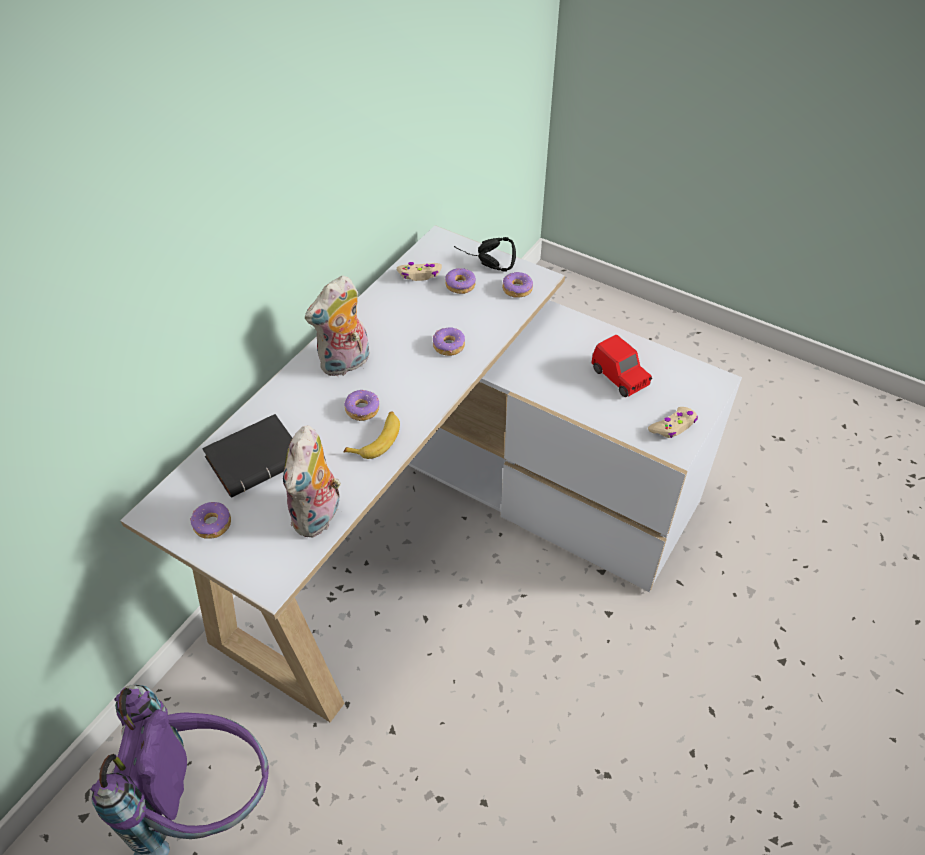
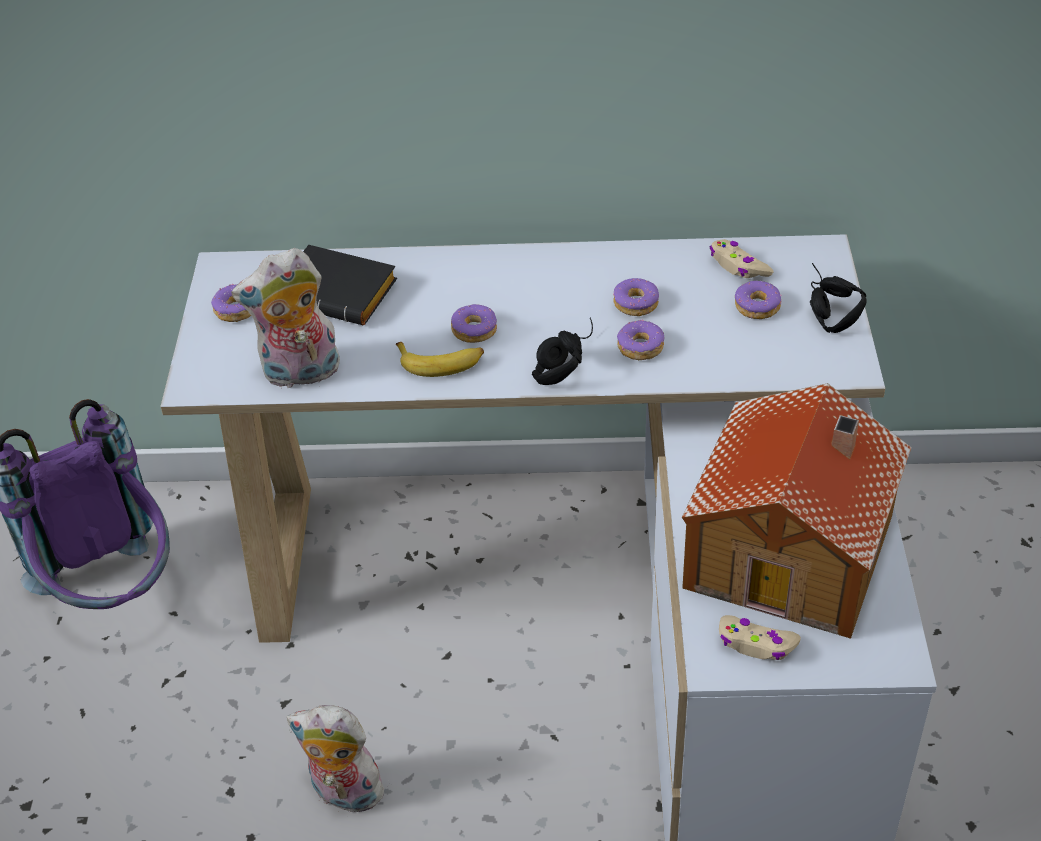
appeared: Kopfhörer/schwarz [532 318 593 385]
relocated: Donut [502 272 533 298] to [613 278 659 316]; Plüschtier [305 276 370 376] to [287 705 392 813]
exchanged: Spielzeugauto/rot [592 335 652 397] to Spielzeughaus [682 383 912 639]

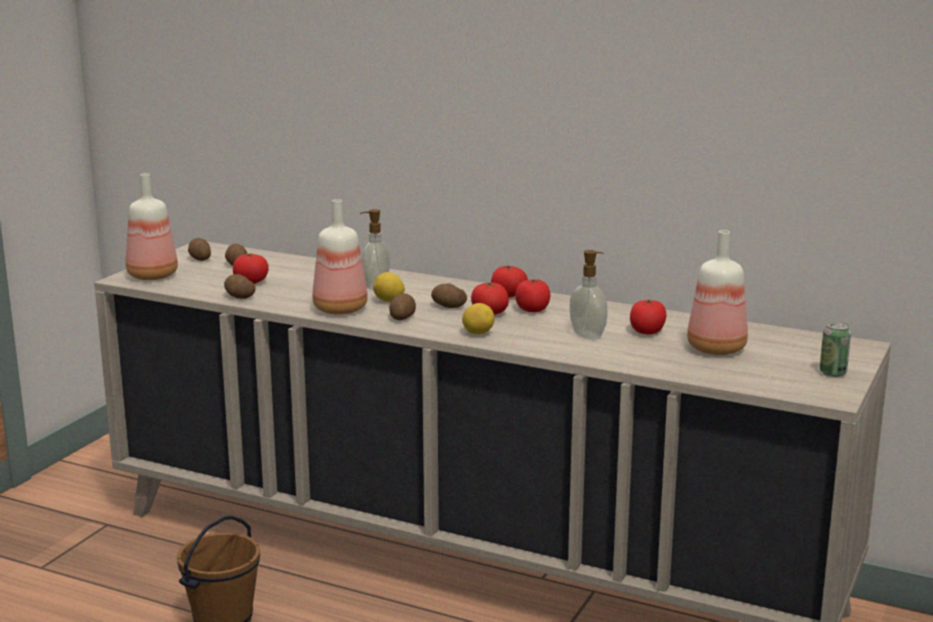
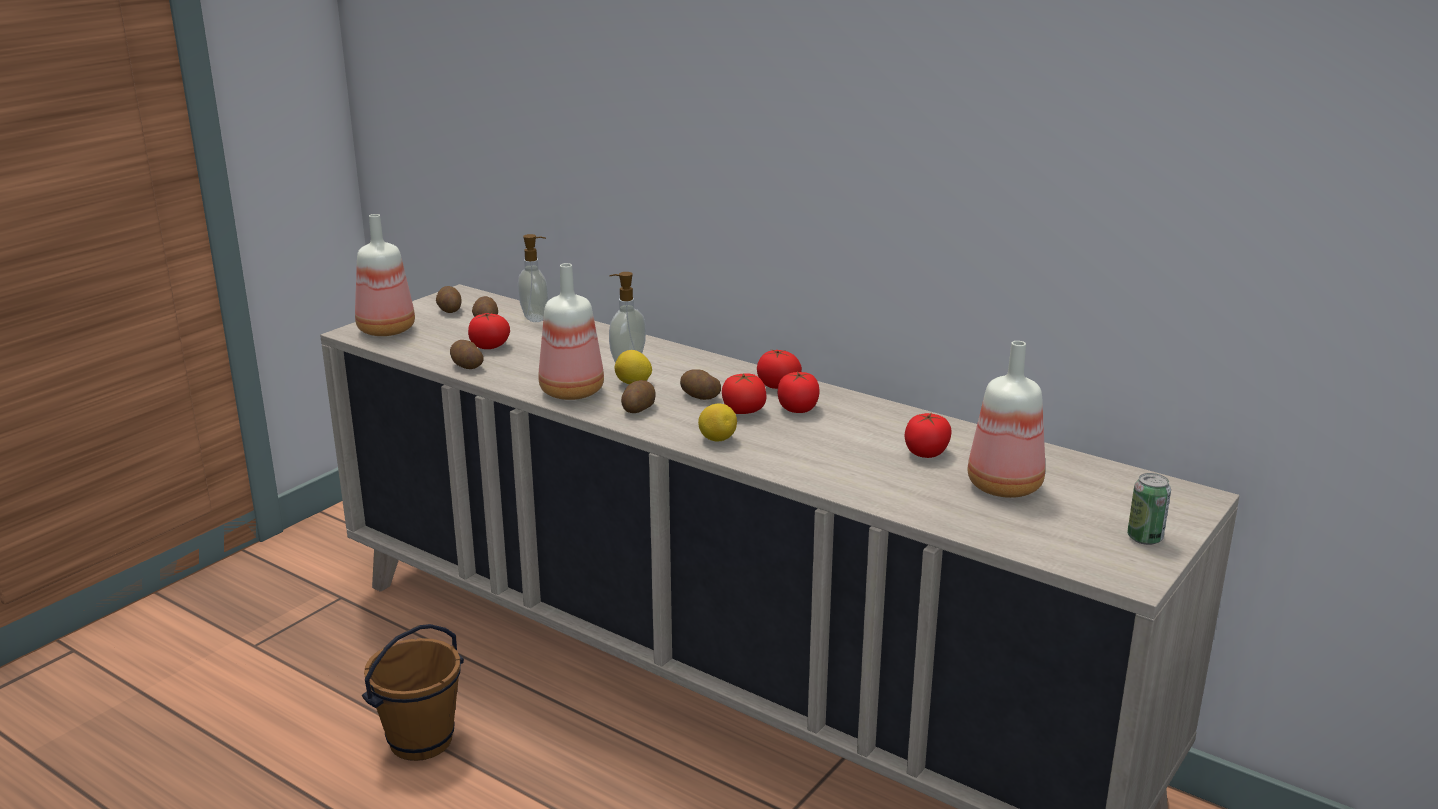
relocated: Seifenspender [569 250 607 339] to [518 234 548 322]

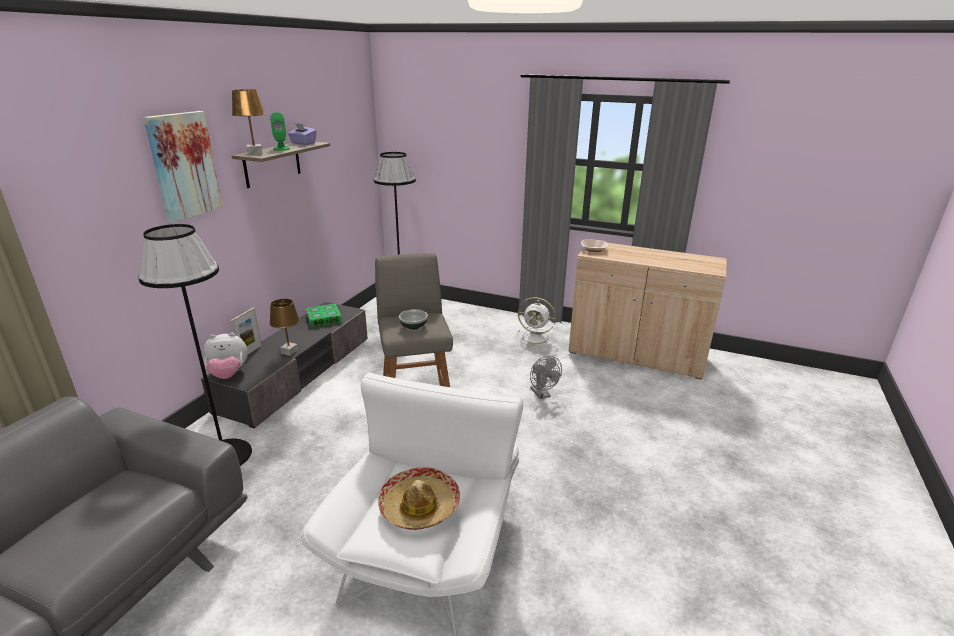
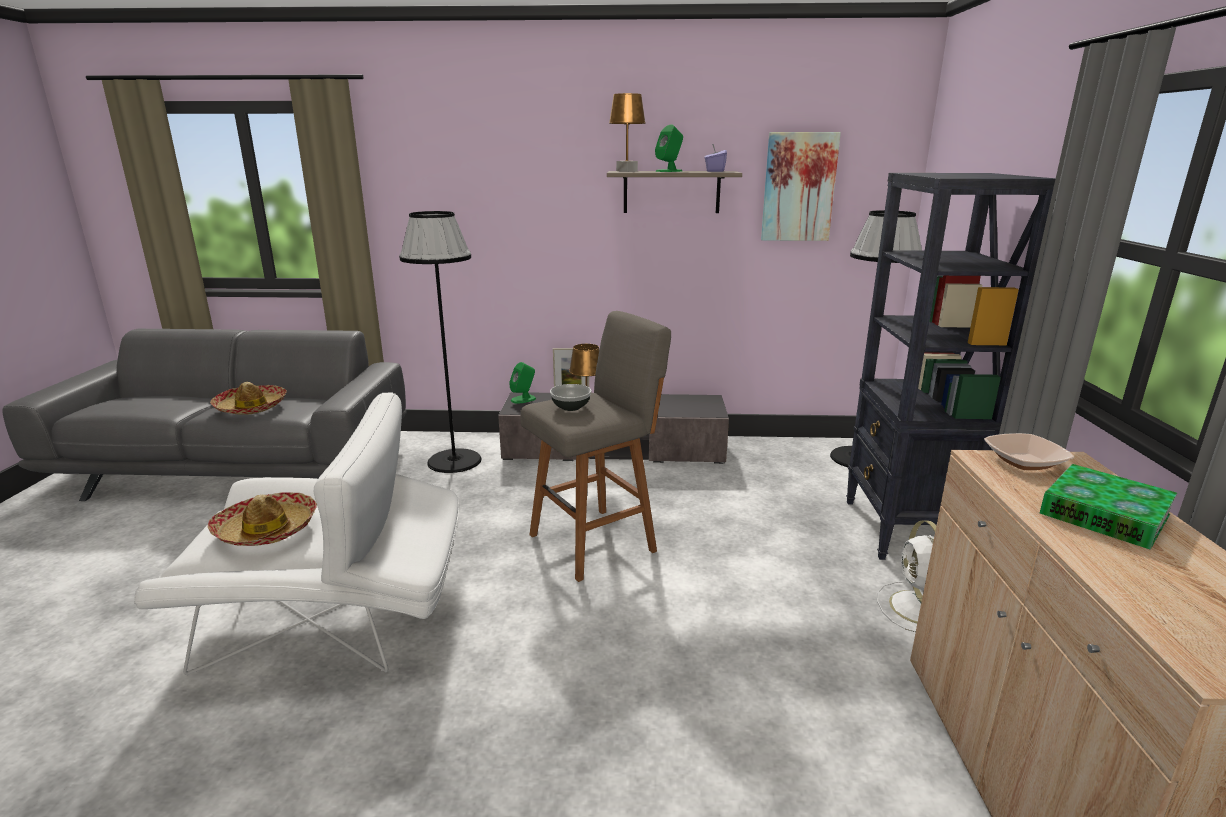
missing: Ventilator/grau [530 356 562 399]
appeared: Bücherregal/schwarz [846 173 1056 560]; Hut [210 382 287 415]
relocated: Bild [143 111 223 223] to [761 132 841 241]; Buch [306 303 342 328] to [1040 464 1177 550]
exchanged: Plüschtier [203 333 248 379] to Lautsprecher/grün [509 362 536 404]

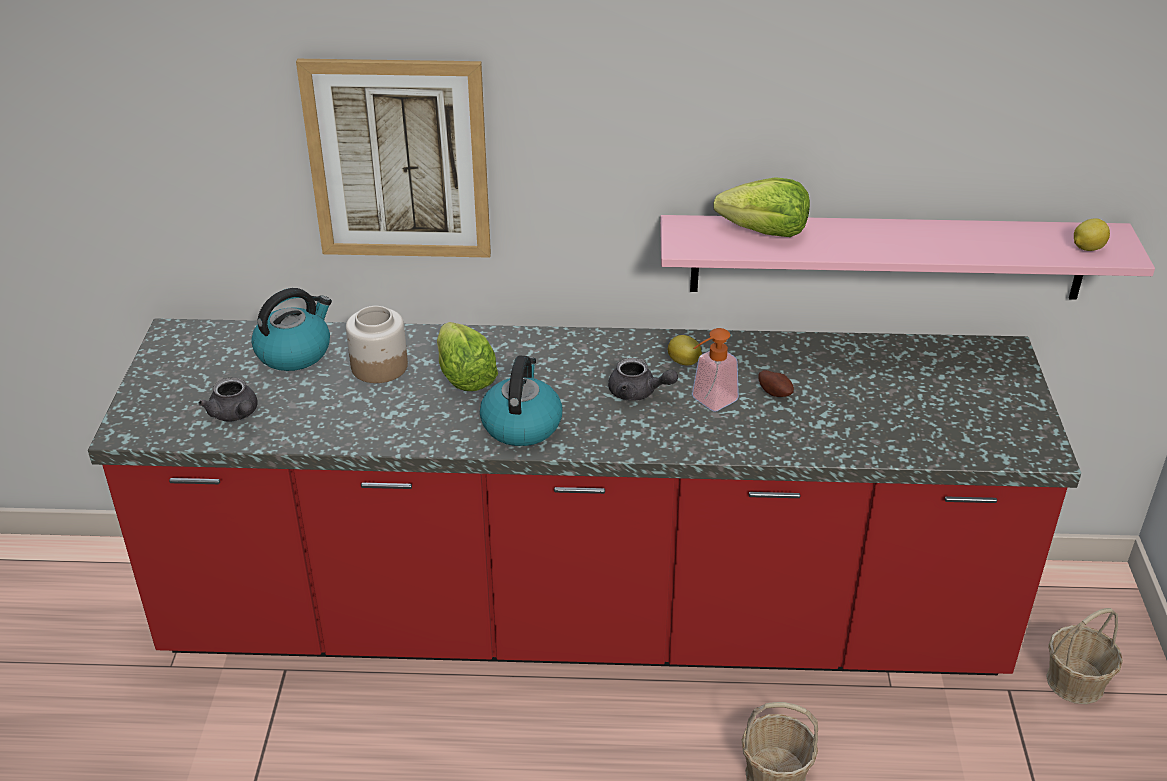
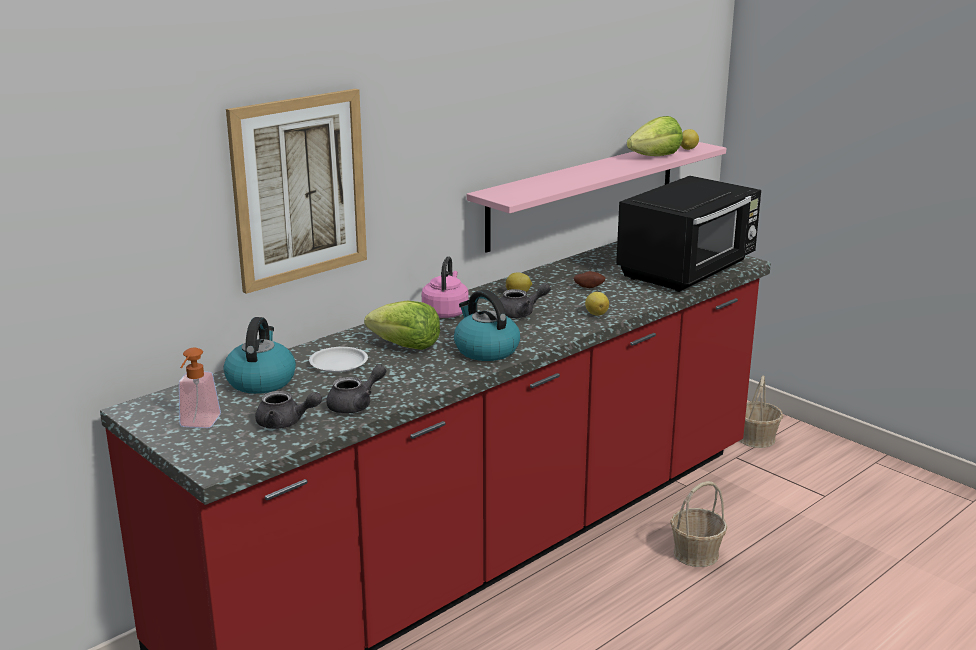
appeared: Mikrowelle/schwarz [616 176 761 292]; Wasserkessel/rosa [422 256 468 318]; Zitrone [585 292 609 316]; Teekanne/grau [326 364 387 414]
relocated: Salatkopf [714 177 810 237] to [627 116 683 156]; Seifenspender [692 328 739 412] to [179 348 221 428]
exchanged: Vorratsglas [346 306 408 383] to Teller/weiß [309 347 368 372]

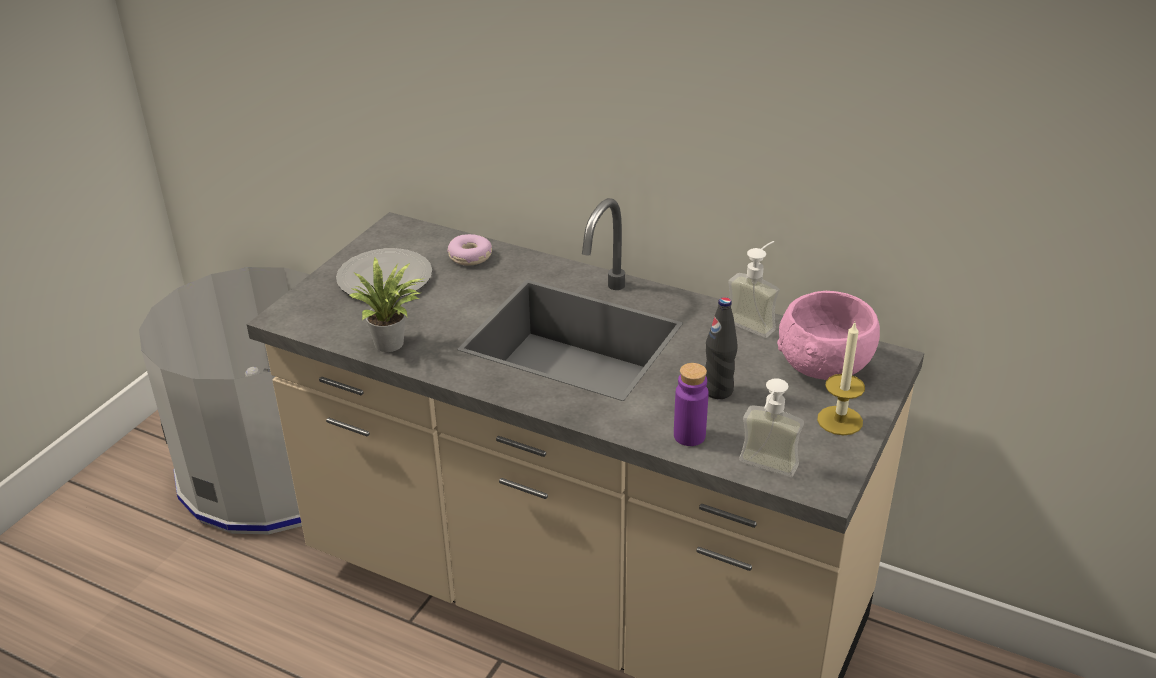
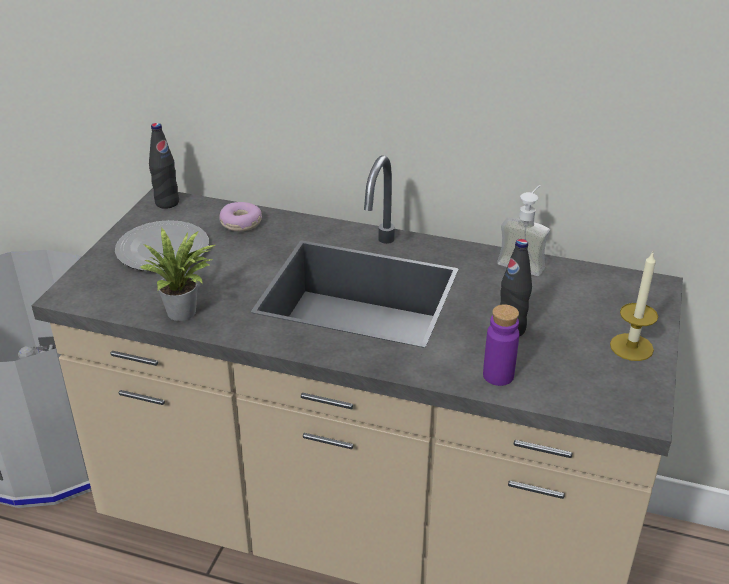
missing: Schüssel/rosa [777 291 880 380]; Seifenspender [739 378 804 477]
appeared: Flasche/schwarz [149 123 179 209]

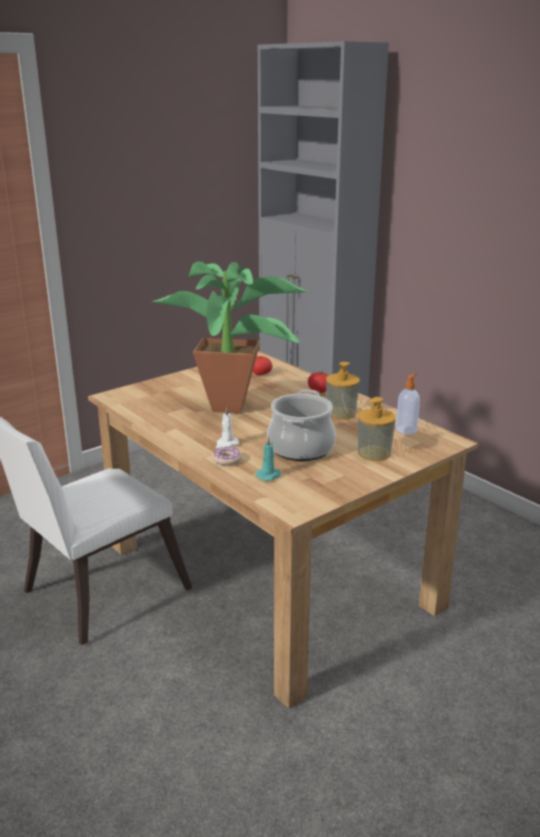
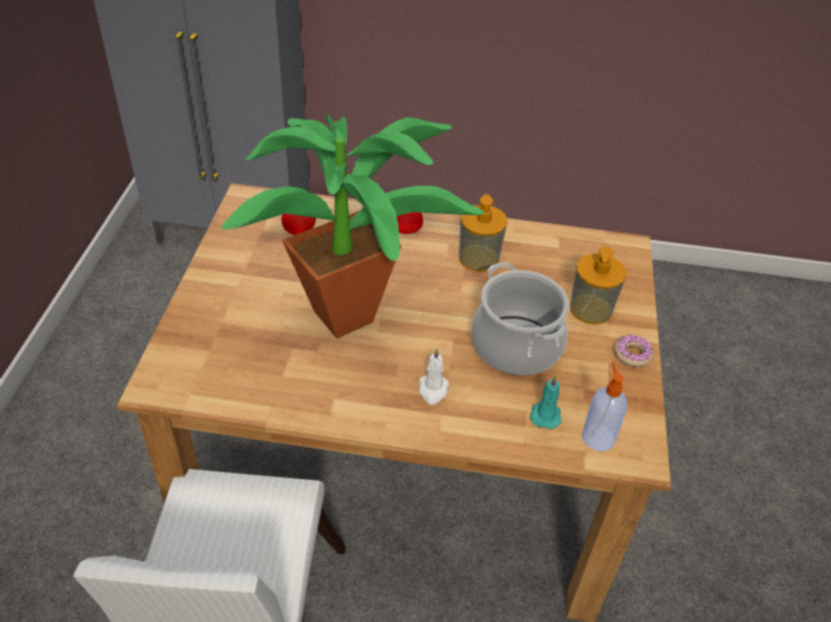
relocated: Seifenspender [396 373 420 434] to [582 362 627 451]; Donut [213 447 242 466] to [614 335 653 367]

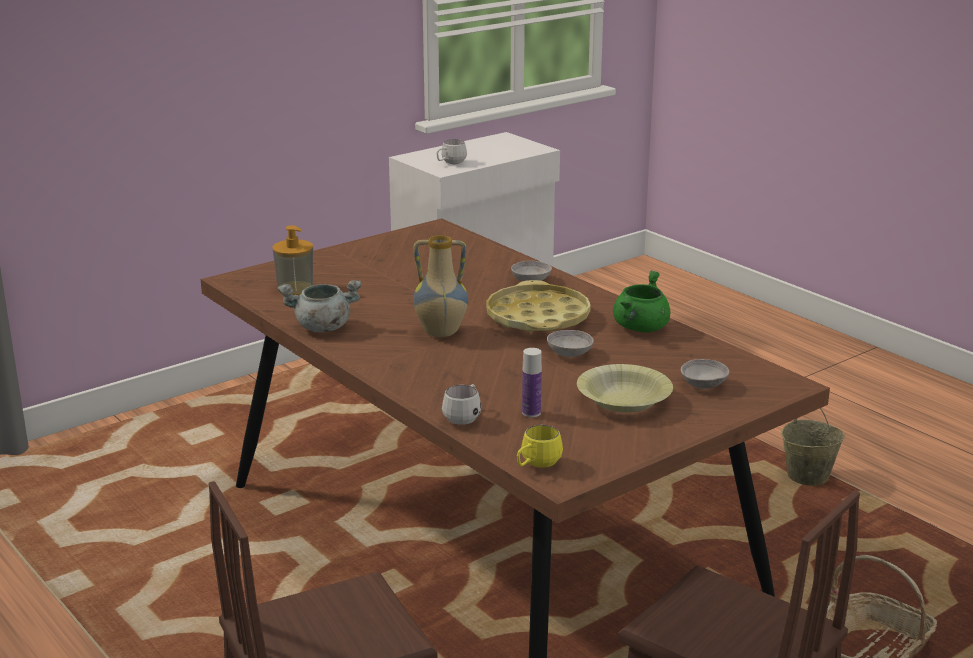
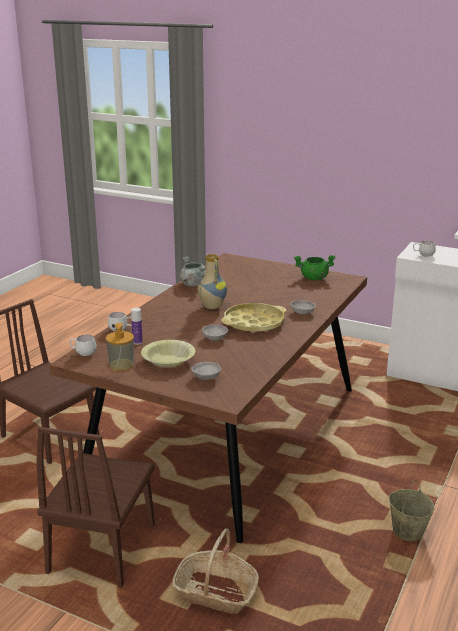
relocated: Seifenspender [272 225 313 295] to [106 323 134 371]; Kochtopf/grün [613 270 670 332] to [294 255 336 280]
colour: Henkelbecher/gelb [517 425 563 468] to Henkelbecher/weiß [69 335 97 356]

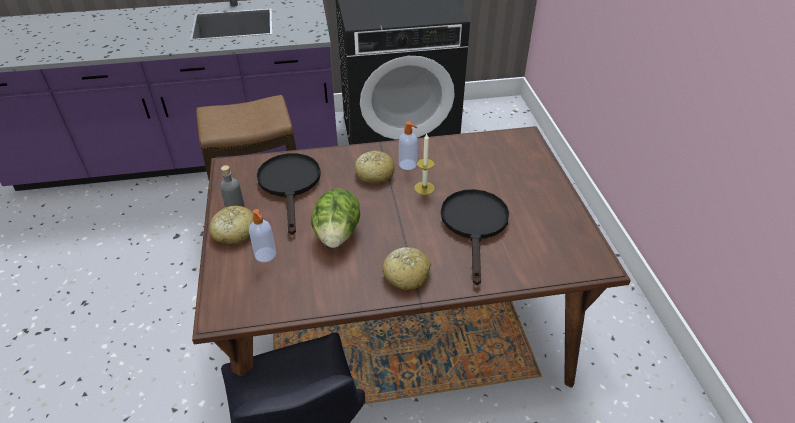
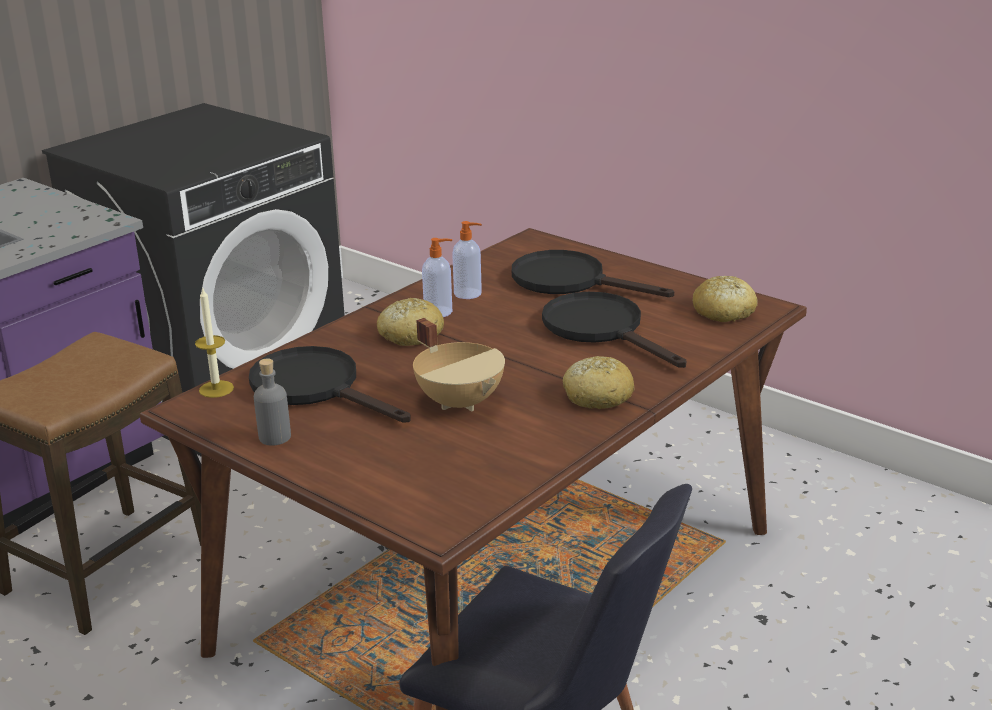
appeared: Pfanne/schwarz [512 250 674 297]
relocated: Kerze [414 134 435 195] to [195 289 234 398]; Brot [209 206 254 244] to [692 276 758 322]; Seifenspender [249 209 276 262] to [452 221 482 299]
exchanged: Salatkopf [311 188 360 248] to Kochtopf/beige [413 318 505 412]

